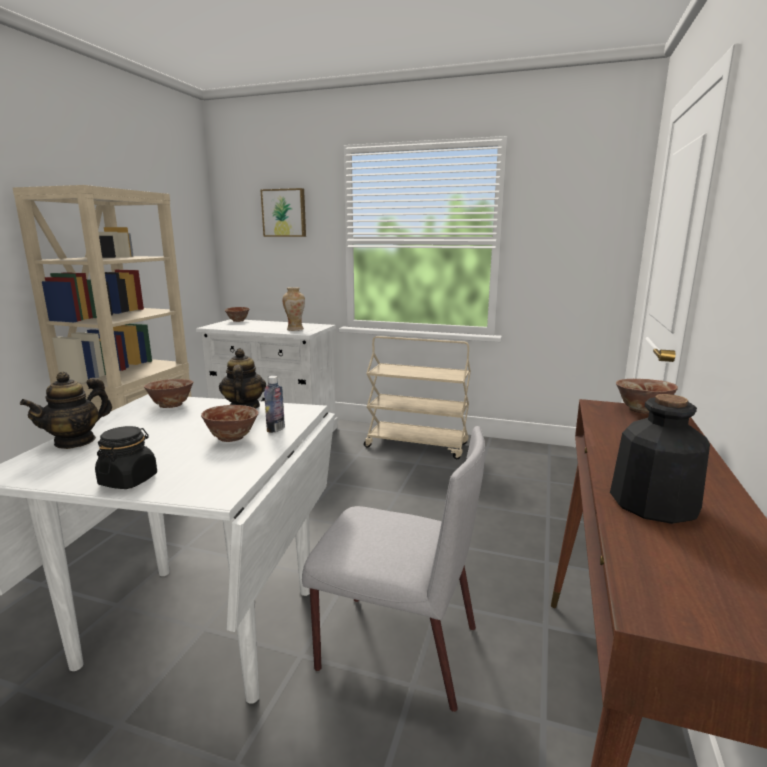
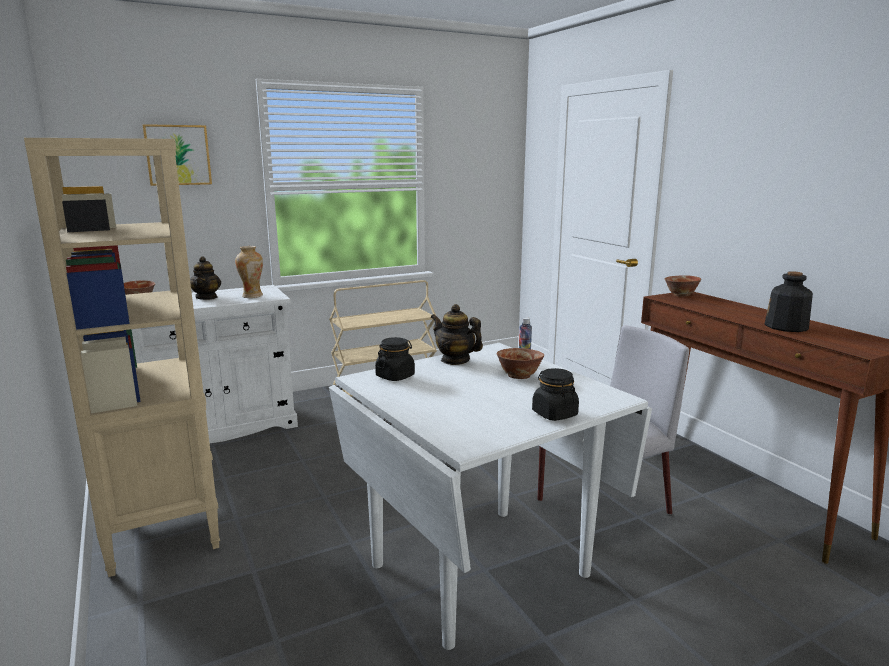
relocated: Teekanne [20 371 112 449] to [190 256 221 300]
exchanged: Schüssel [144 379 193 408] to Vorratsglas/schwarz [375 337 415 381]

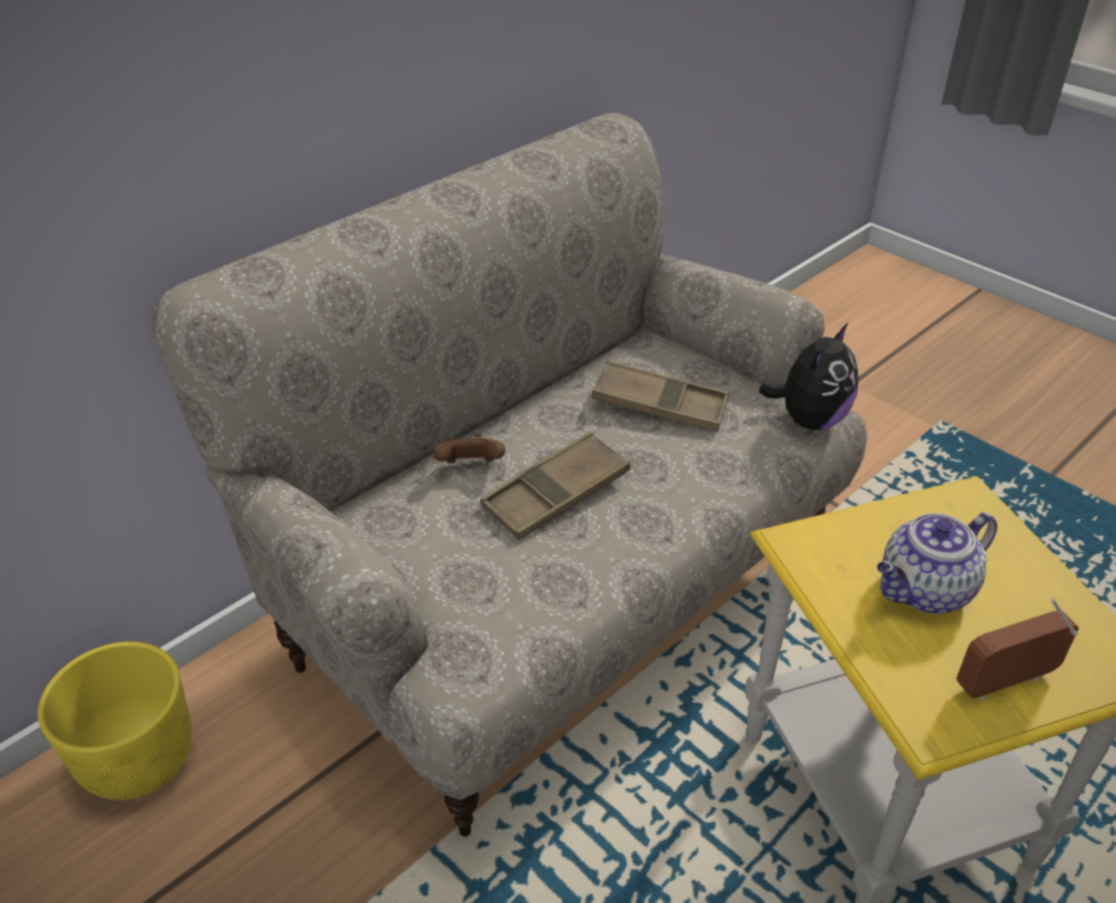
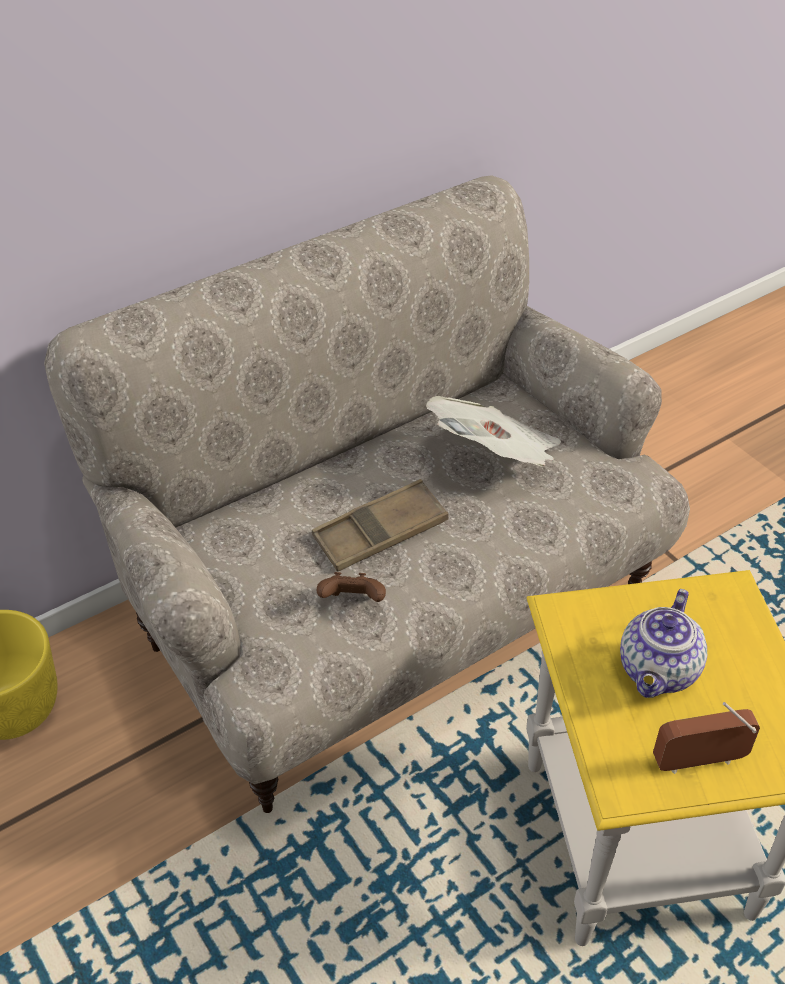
missing: Plüschtier [759 323 859 430]
relocated: Gamepad/braun [433 433 505 464] to [317 572 386 602]
exchanged: Tablett/braun [592 361 729 432] to Zeitung [426 396 561 466]
spun: Teekanne [877 512 997 614] = [620 589 707 698] 45 degrees counterclockwise

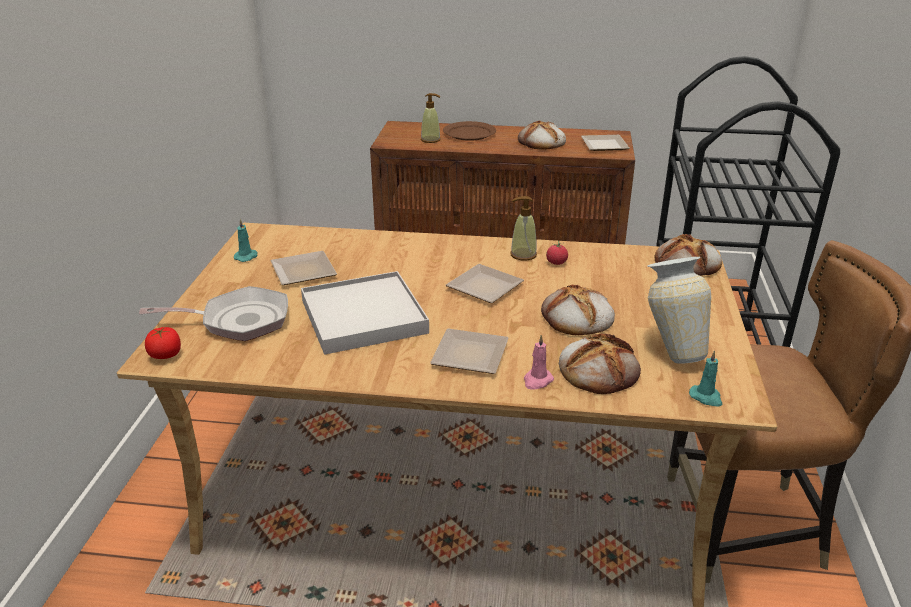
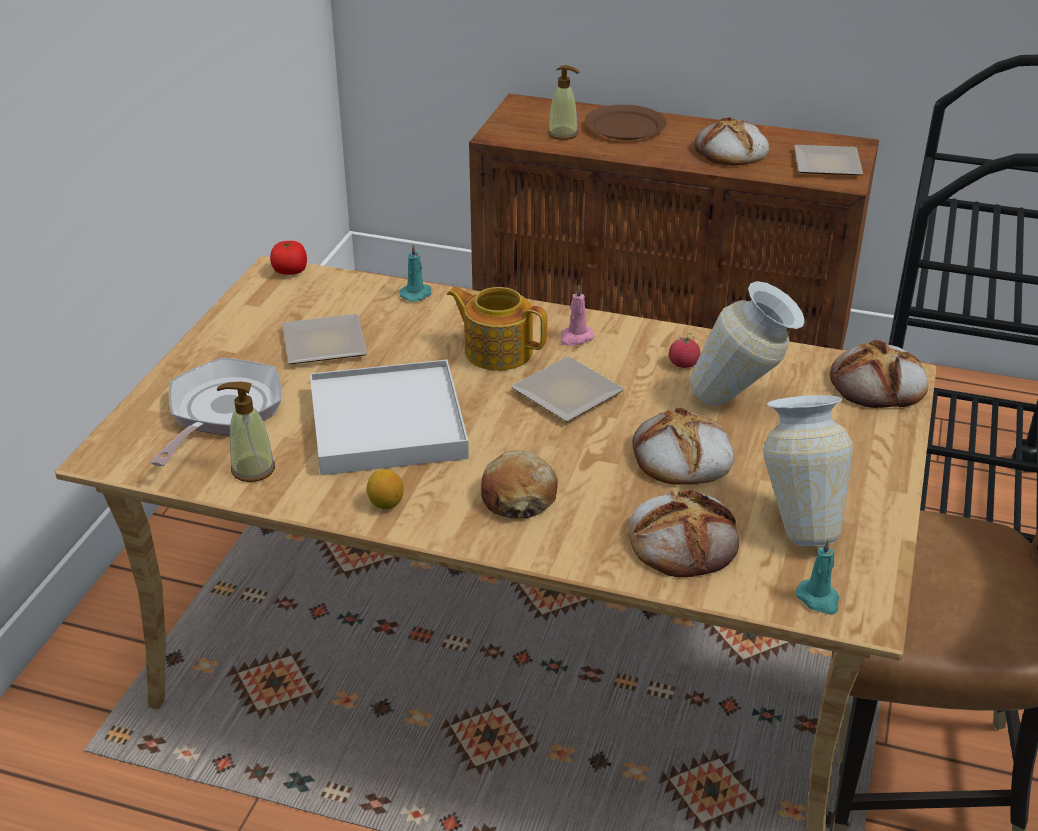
appeared: Vase [690 281 805 406]; Teekanne [447 287 548 371]; Zitrone [367 469 404 509]
relocated: Seifenspender [510 196 537 261] to [217 382 275 482]; Kerze/türkis [233 219 258 262] to [399 243 432 302]; Tomate [145 327 181 359] to [270 241 307 275]; Kerze/rosa [524 335 554 390] to [561 285 595 346]
exchanged: Teller [430 329 509 374] to Brot [481 450 558 518]
spun: Pfanne [139 286 288 341] = [150 358 282 466] 75 degrees counterclockwise

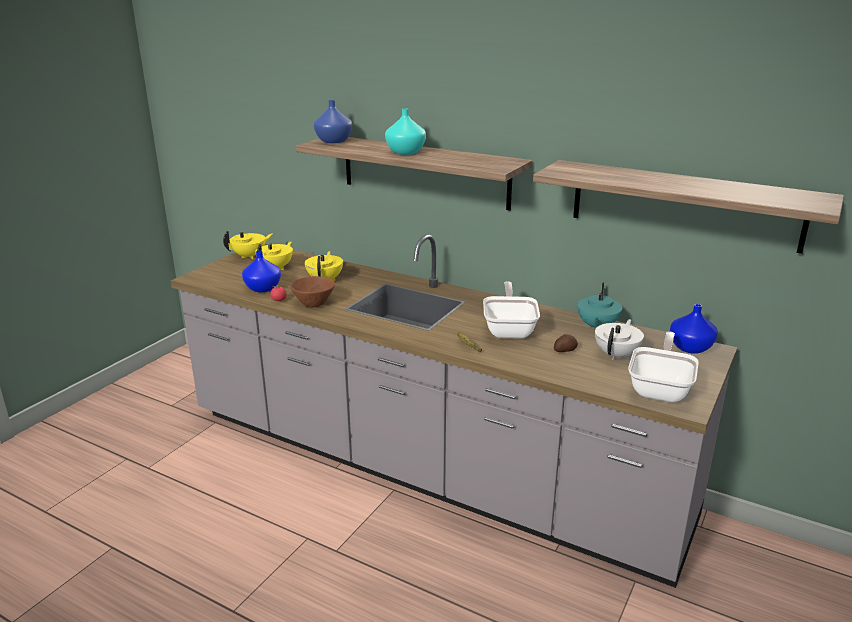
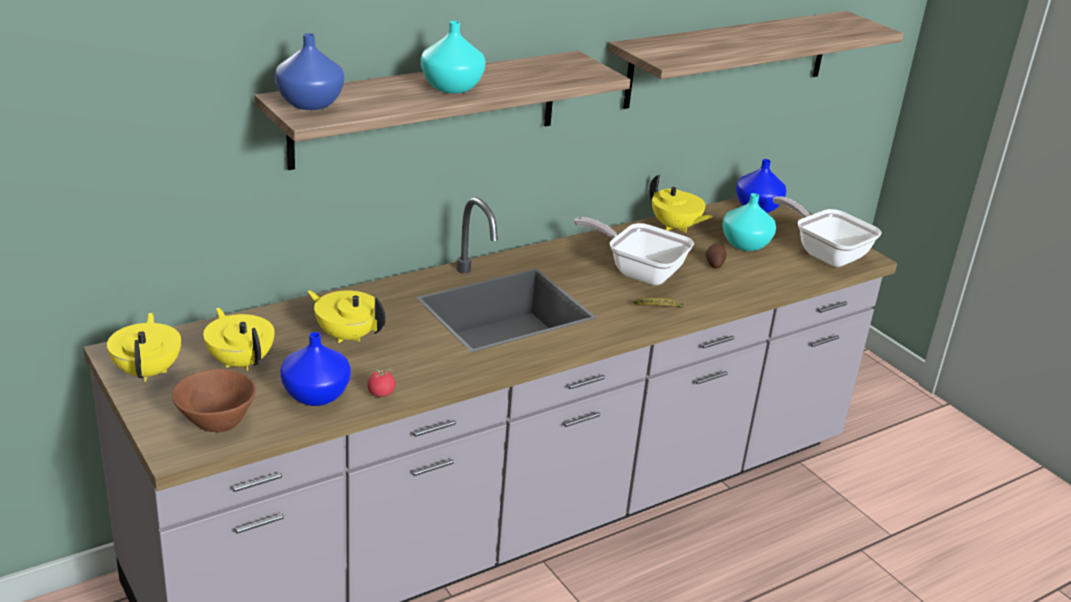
relocated: Schüssel/braun [290 276 335 307] to [172 369 256 432]
exchanged: Teekanne/weiß [595 319 644 360] to Vase/türkis [722 193 776 251]
colour: Teekanne/türkis [577 282 622 328] to Teekanne/gelb [649 175 713 233]

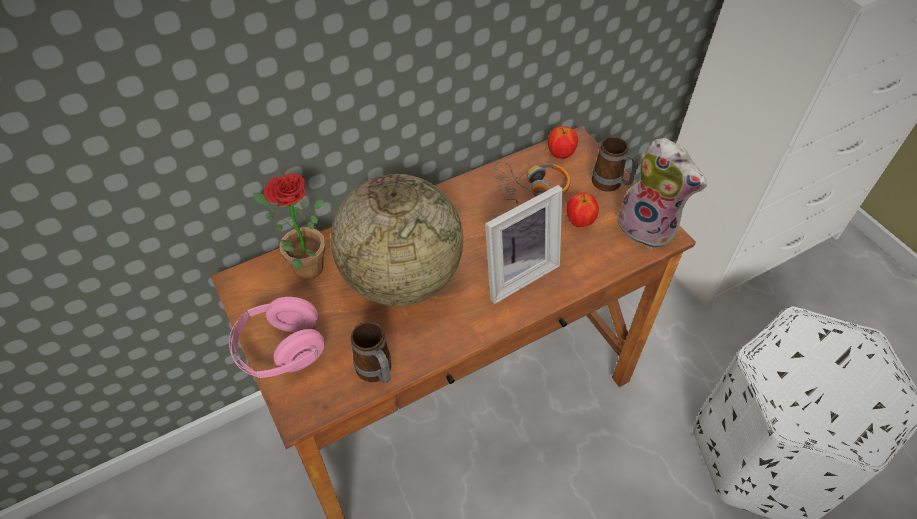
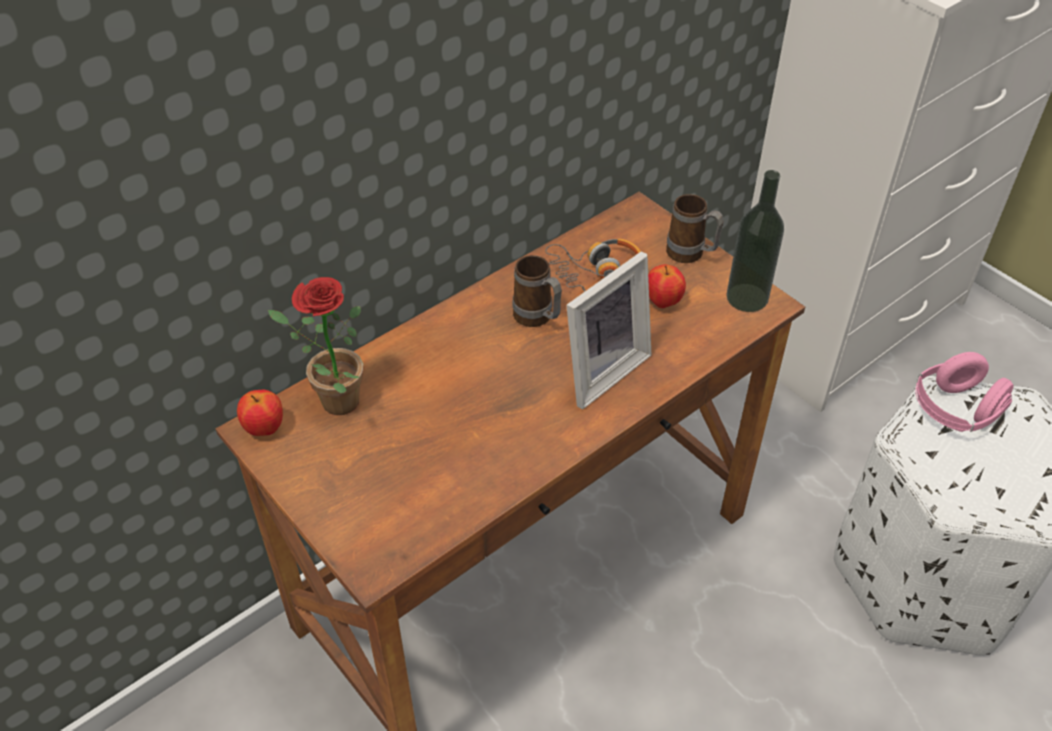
missing: Globus [331 174 463 306]
relocated: Apfel [548 126 578 159] to [237 390 283 436]; Kopfhörer/rosa [229 297 324 378] to [915 352 1014 432]; Henkelbecher [351 322 391 383] to [512 255 562 327]
exchanged: Plüschtier [615 138 707 249] to Flasche [726 170 784 312]

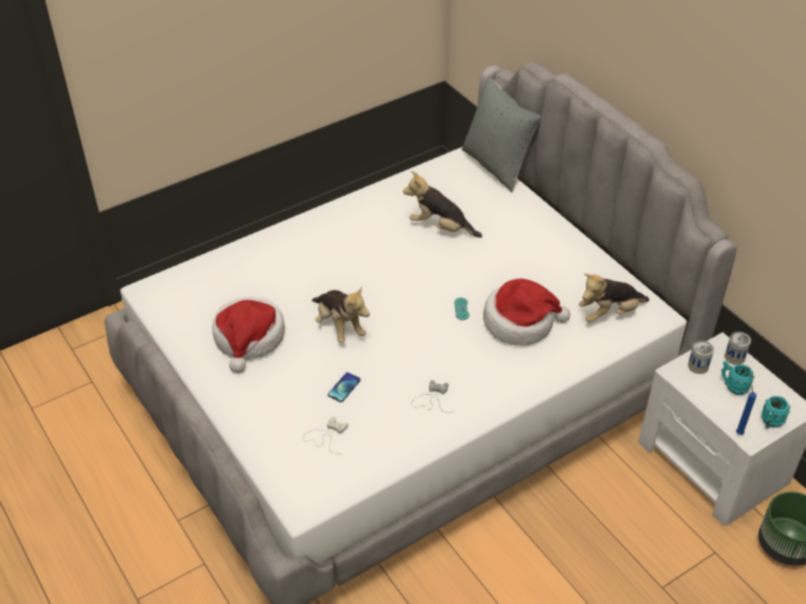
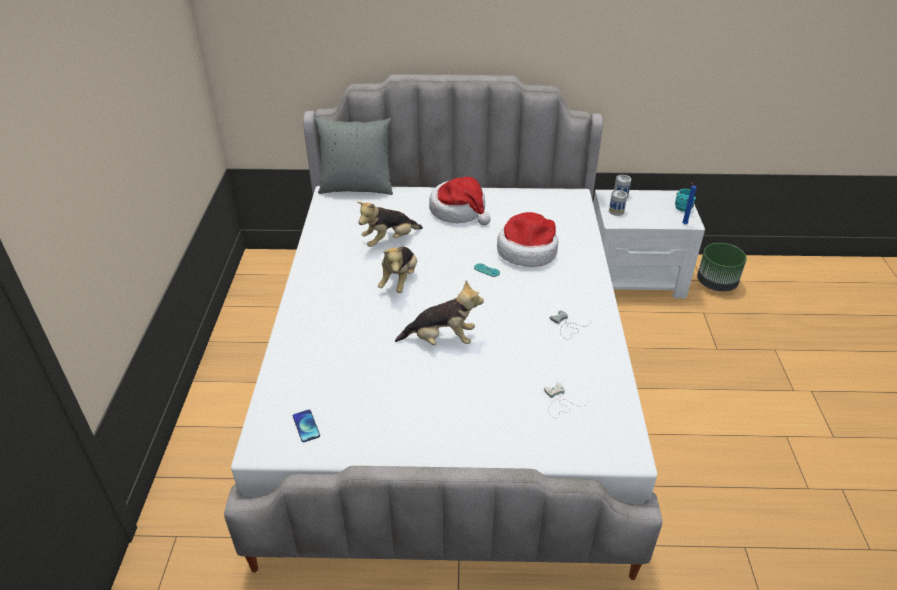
missing: Henkelbecher/türkis [722 361 754 395]
relocated: Plüschtier [579 273 649 323] to [378 246 417 293]; Hut [212 297 285 373] to [429 176 491 225]; Handy [328 372 361 402] to [293 410 320 442]

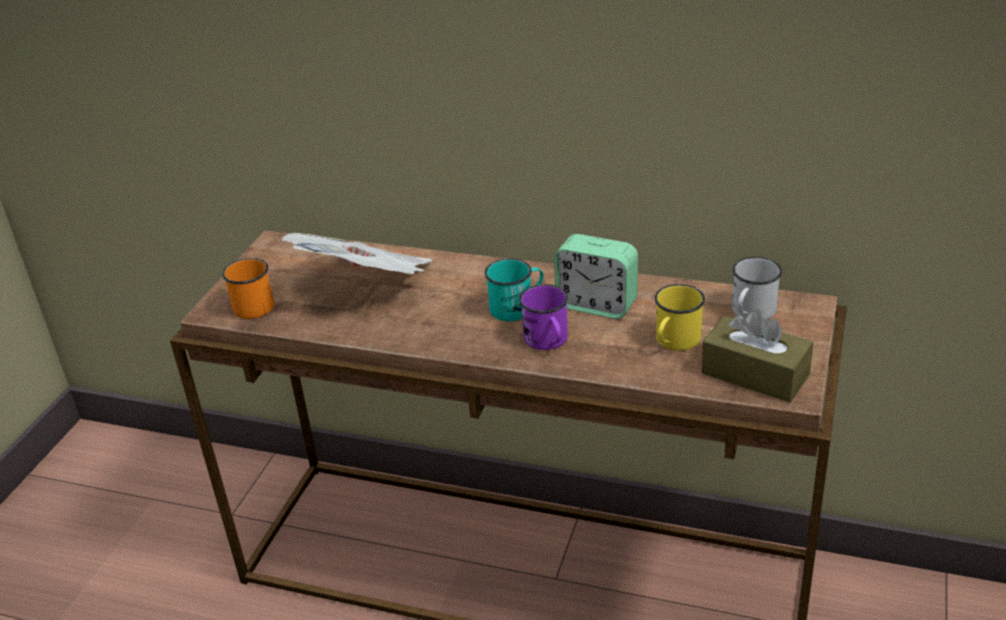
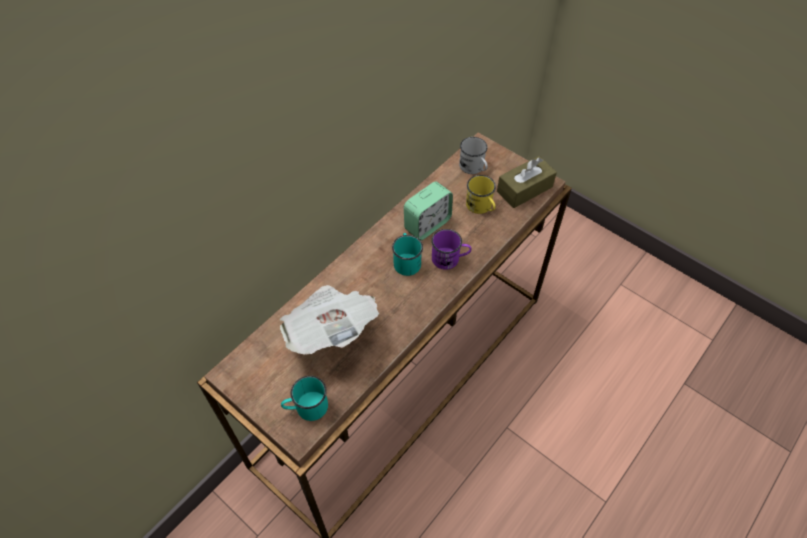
colour: Henkelbecher/orange [222 258 274 319] to Henkelbecher/türkis [281 376 328 421]

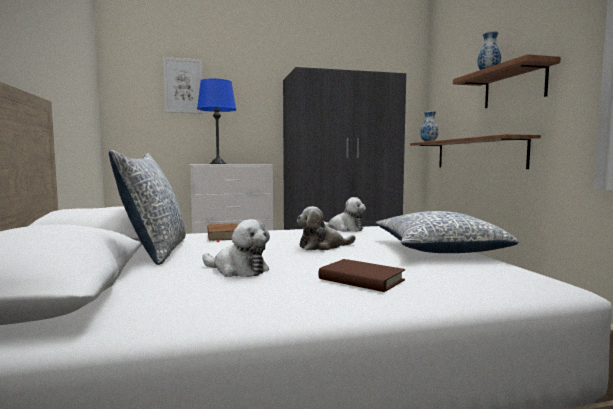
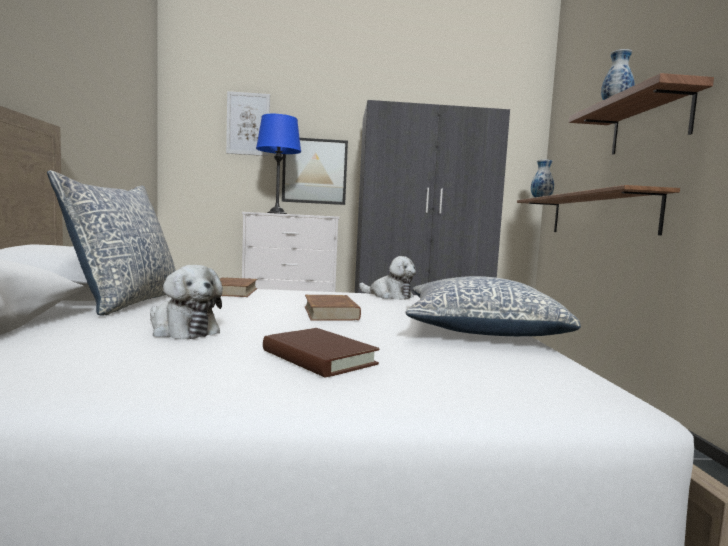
appeared: Bild [282 138 348 205]
exchanged: Plüschtier [297 206 356 251] to Buch/braun [305 295 361 321]

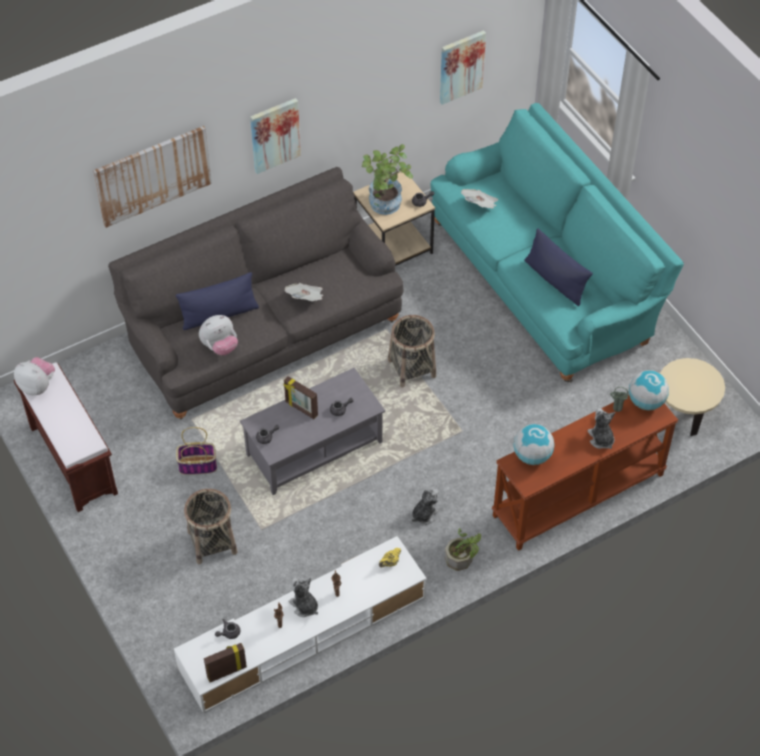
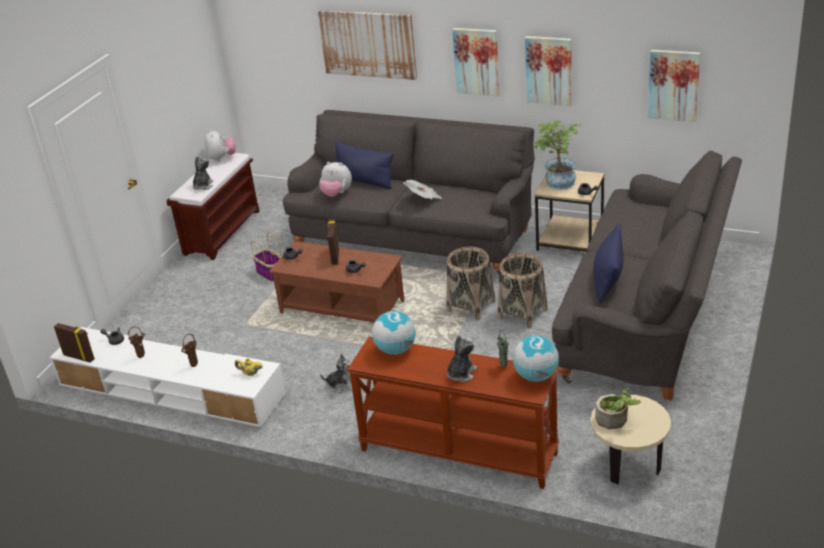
missing: Zeitung [461 189 498 209]
appeared: Bild [525 36 572 106]
relocated: Korb [184 489 237 564] to [498 253 548 328]; Topfpflanze [445 528 481 571] to [595 387 641 429]; Plüschtier [289 578 318 617] to [193 156 214 190]
colour: Sofa/türkis [431 103 684 383] to Sofa/grau [552 151 742 401]; Couchtisch/grau [240 368 385 495] to Couchtisch/braun [269 241 405 322]

